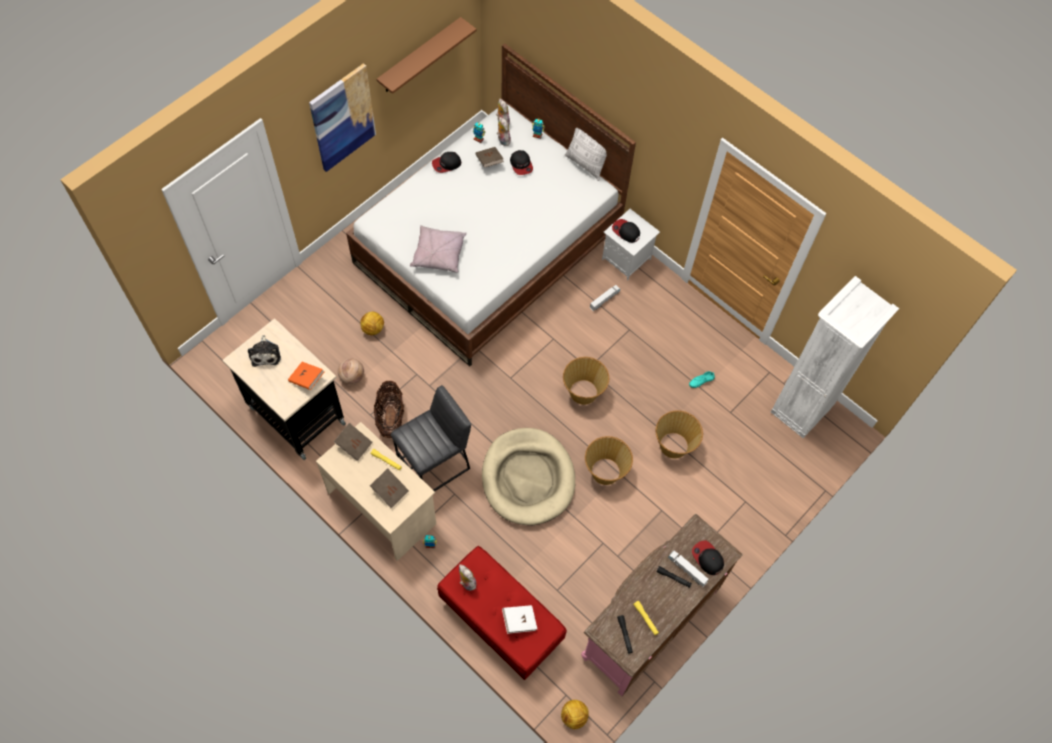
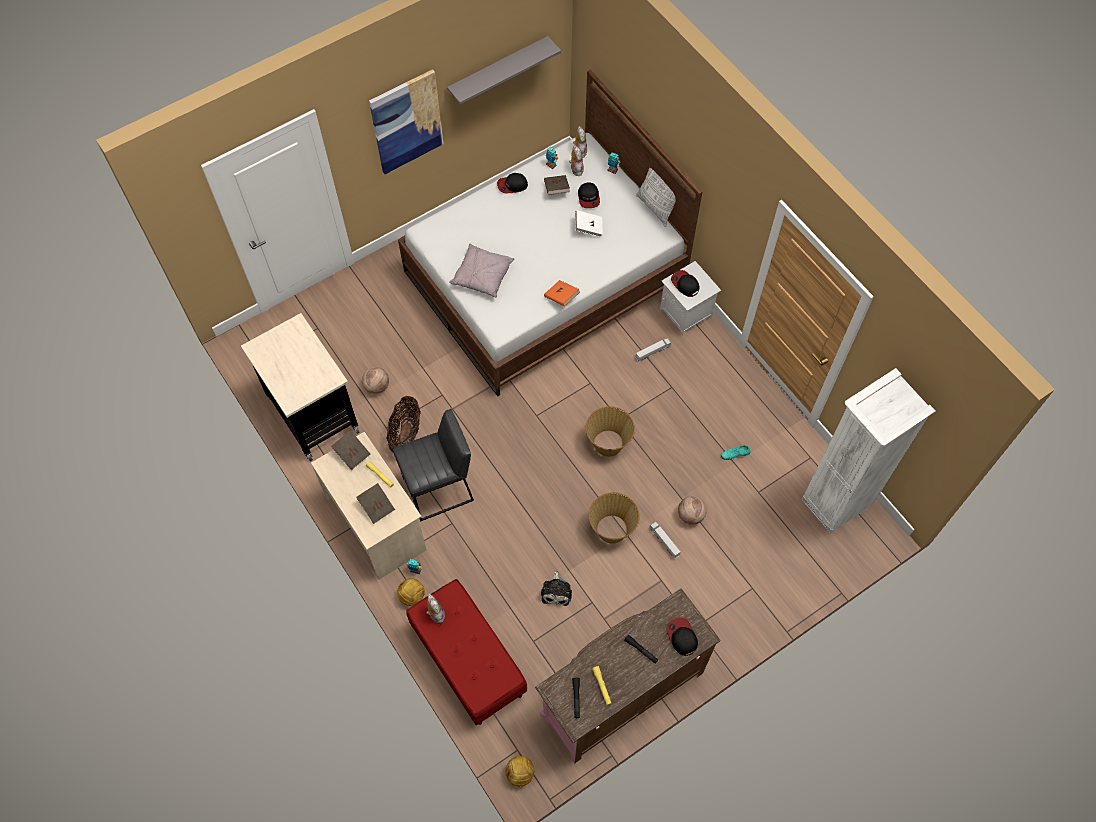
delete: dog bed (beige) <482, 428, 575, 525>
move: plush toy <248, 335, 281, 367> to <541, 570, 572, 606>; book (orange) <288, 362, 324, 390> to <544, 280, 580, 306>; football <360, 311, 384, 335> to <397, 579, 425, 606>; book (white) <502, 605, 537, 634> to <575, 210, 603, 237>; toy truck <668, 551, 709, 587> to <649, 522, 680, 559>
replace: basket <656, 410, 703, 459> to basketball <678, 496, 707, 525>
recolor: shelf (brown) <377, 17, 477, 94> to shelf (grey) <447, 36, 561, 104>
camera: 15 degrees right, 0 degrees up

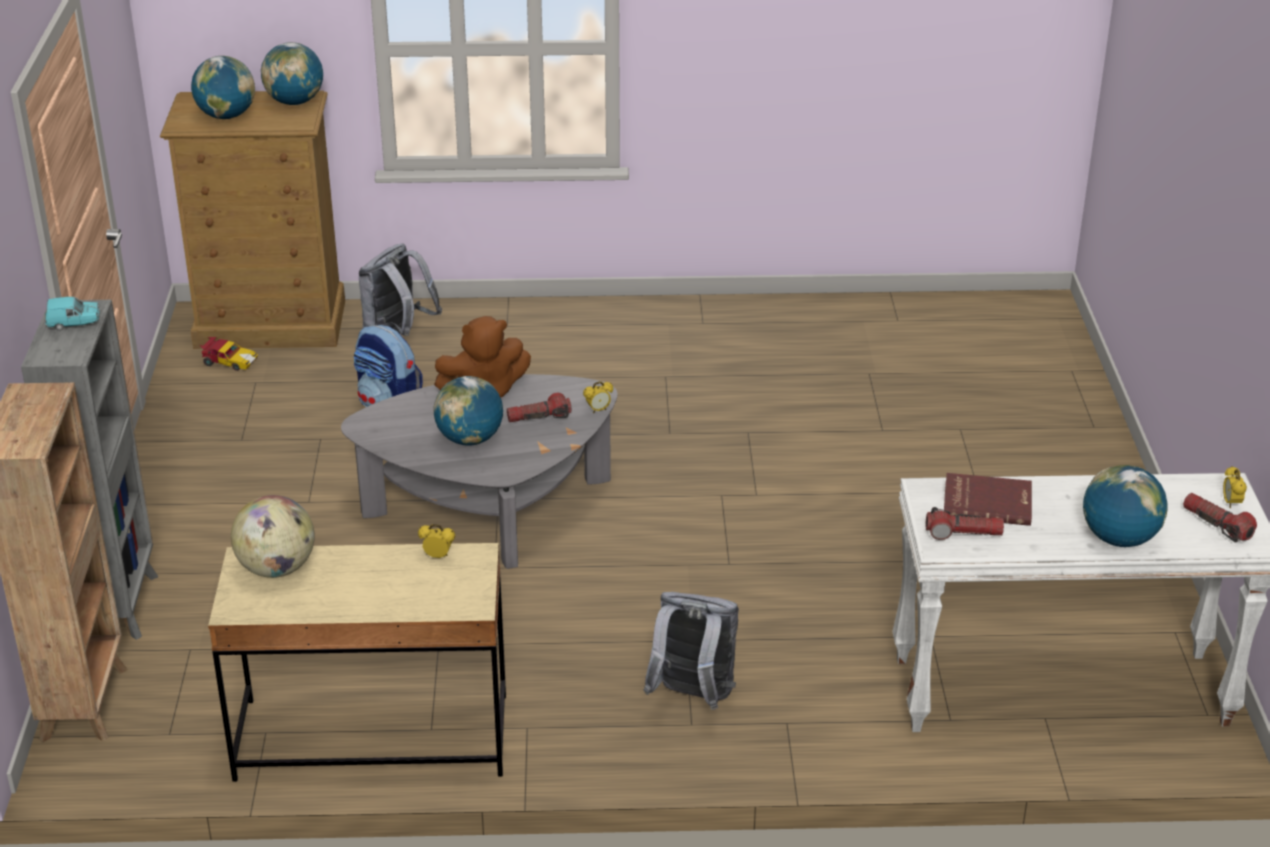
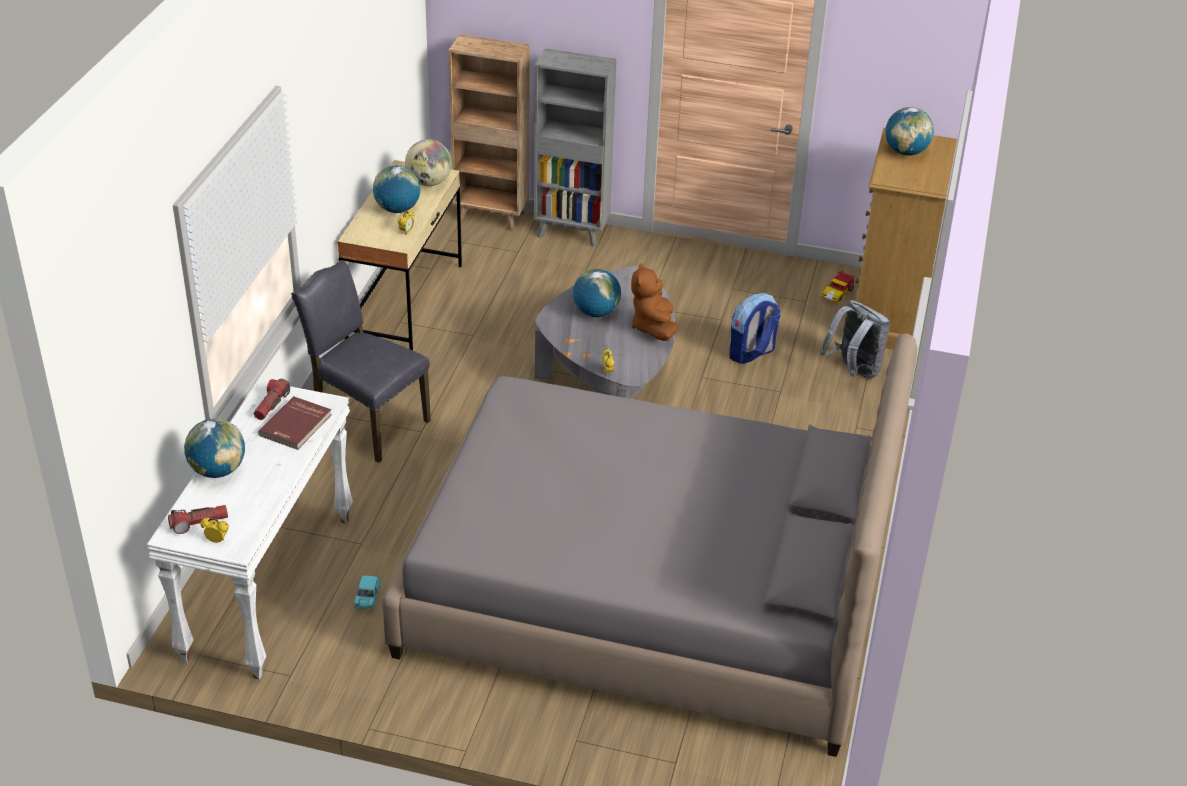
delete: flashlight <507, 393, 572, 422>
insert: bed (grey) <383, 333, 918, 757>
move: toy car (turquoise) <45, 297, 100, 331> to <354, 575, 381, 610>; globe <261, 42, 323, 105> to <373, 165, 421, 213>
replace: backpack (grey) <643, 592, 739, 710> to chair (grey) <291, 260, 431, 463>
camera: 105 degrees right, 5 degrees up

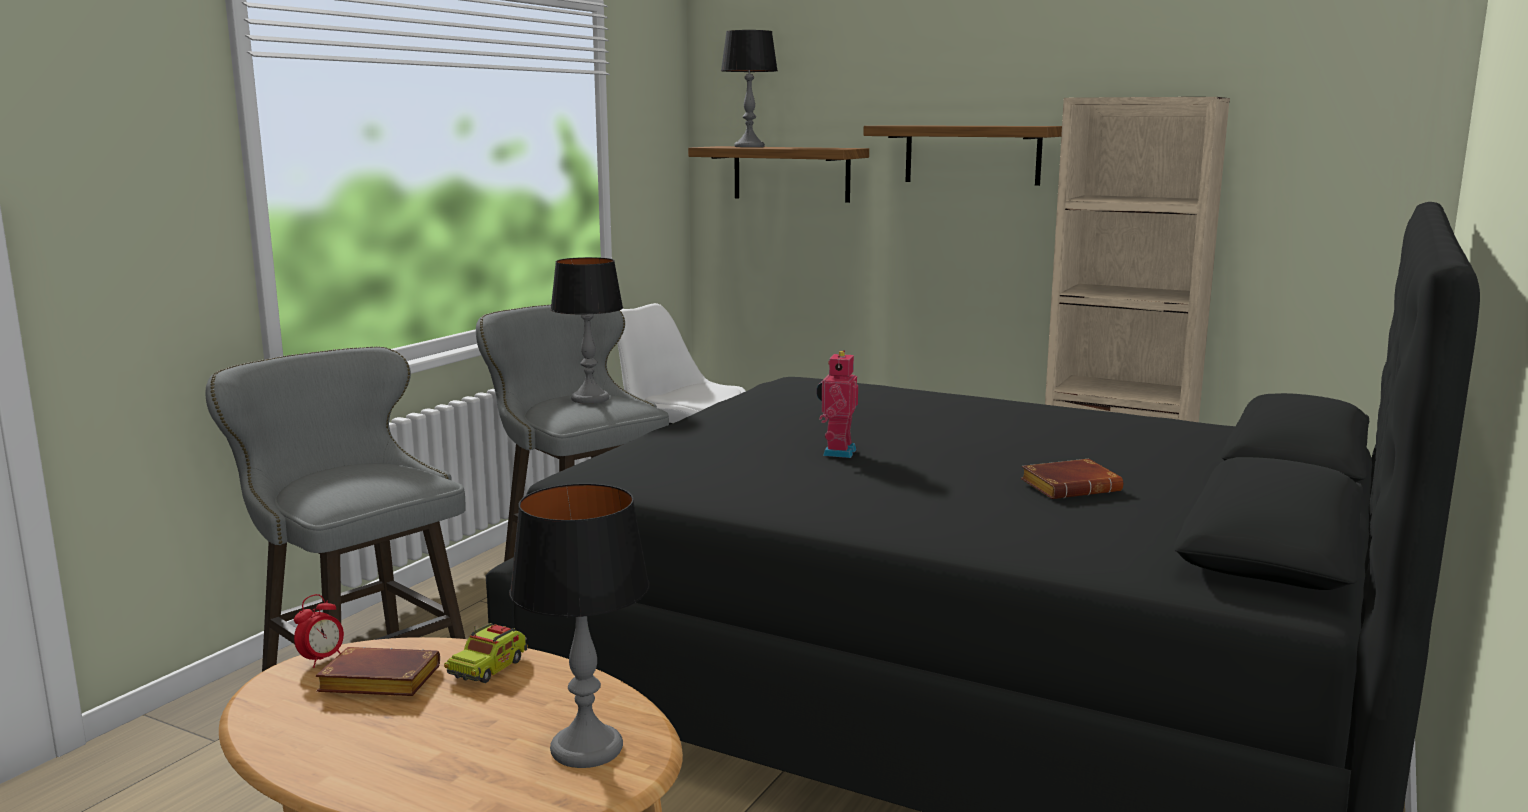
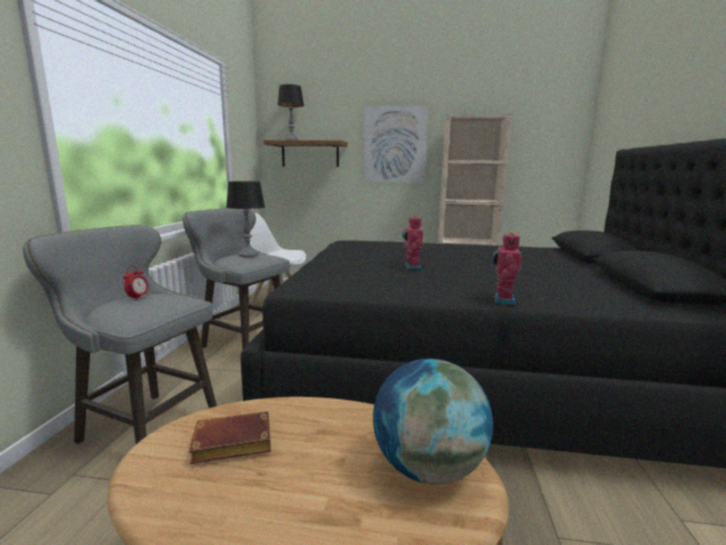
delete: toy truck <444, 623, 528, 683>; book (brown) <1021, 459, 1123, 499>
insert: toy robot <493, 231, 522, 305>
move: alarm clock <294, 594, 344, 668> to <123, 266, 148, 301>
replace: table lamp <509, 483, 650, 768> to globe <373, 359, 493, 485>; shelf <863, 125, 1062, 186> to picture <363, 106, 428, 182>
camera: 20 degrees left, 0 degrees up

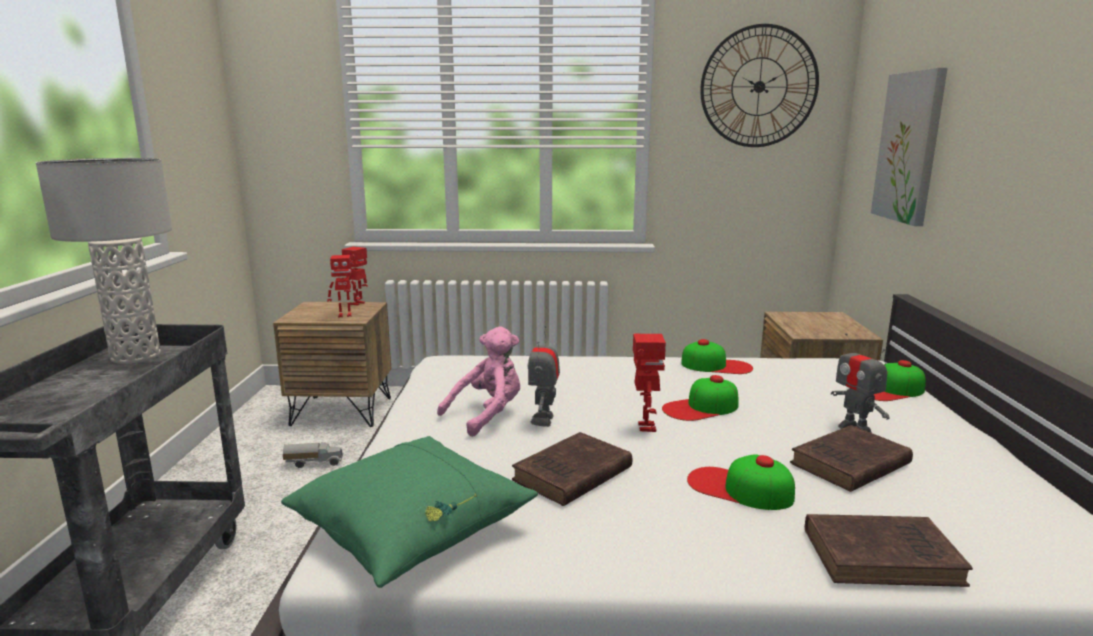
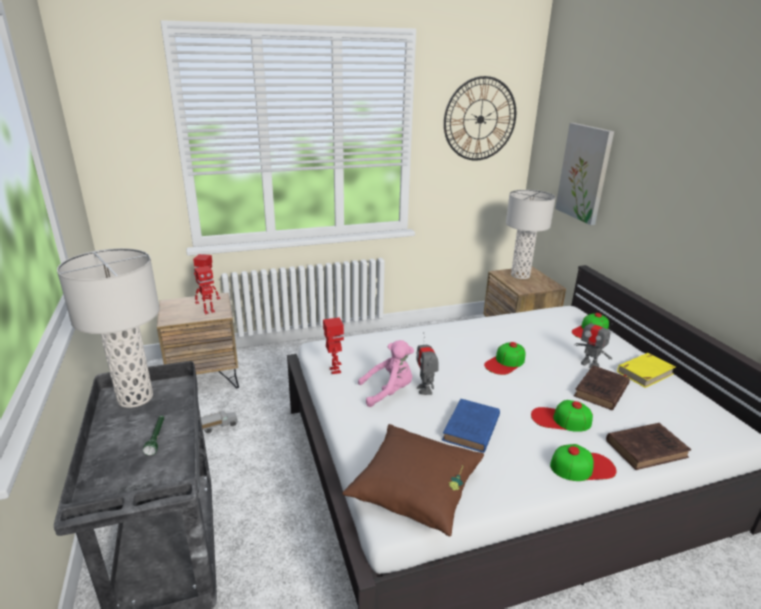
insert: flashlight (green) <143, 415, 164, 456>; table lamp (white) <506, 190, 556, 279>; book (yellow) <617, 353, 676, 388>
move: toy robot <633, 334, 666, 432> to <323, 317, 344, 374>; cap <681, 339, 753, 374> to <550, 444, 616, 481>
recolor: pillow (green) <281, 436, 538, 588> to pillow (brown) <342, 424, 484, 537>; book (brown) <512, 432, 632, 506> to book (blue) <442, 399, 500, 453>
rotate: plush toy (pink) <437, 327, 520, 437> = <358, 340, 414, 407> 45 degrees clockwise
camera: 20 degrees left, 10 degrees up

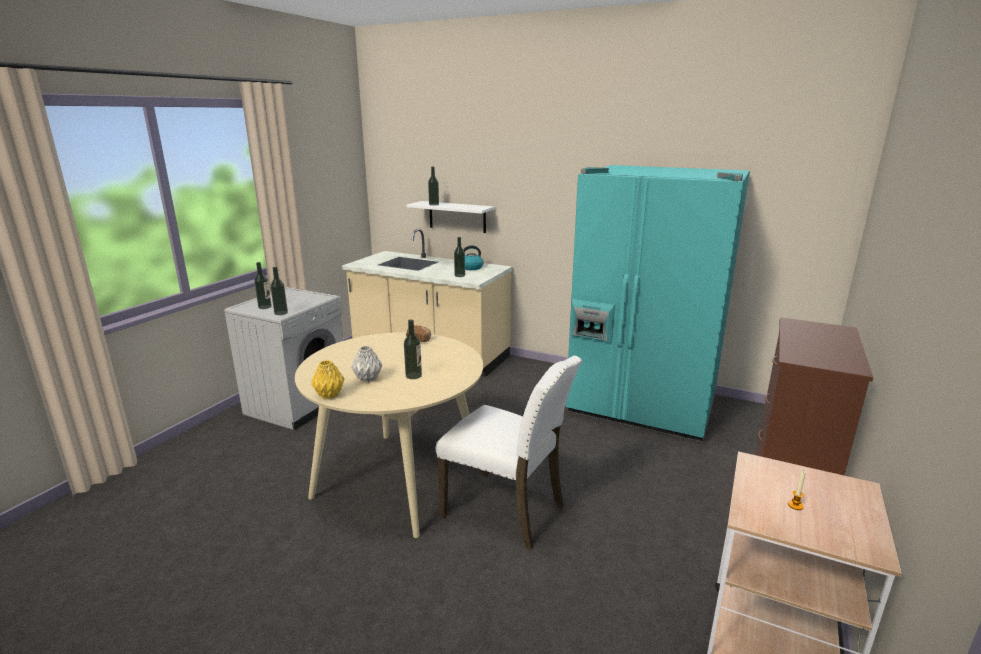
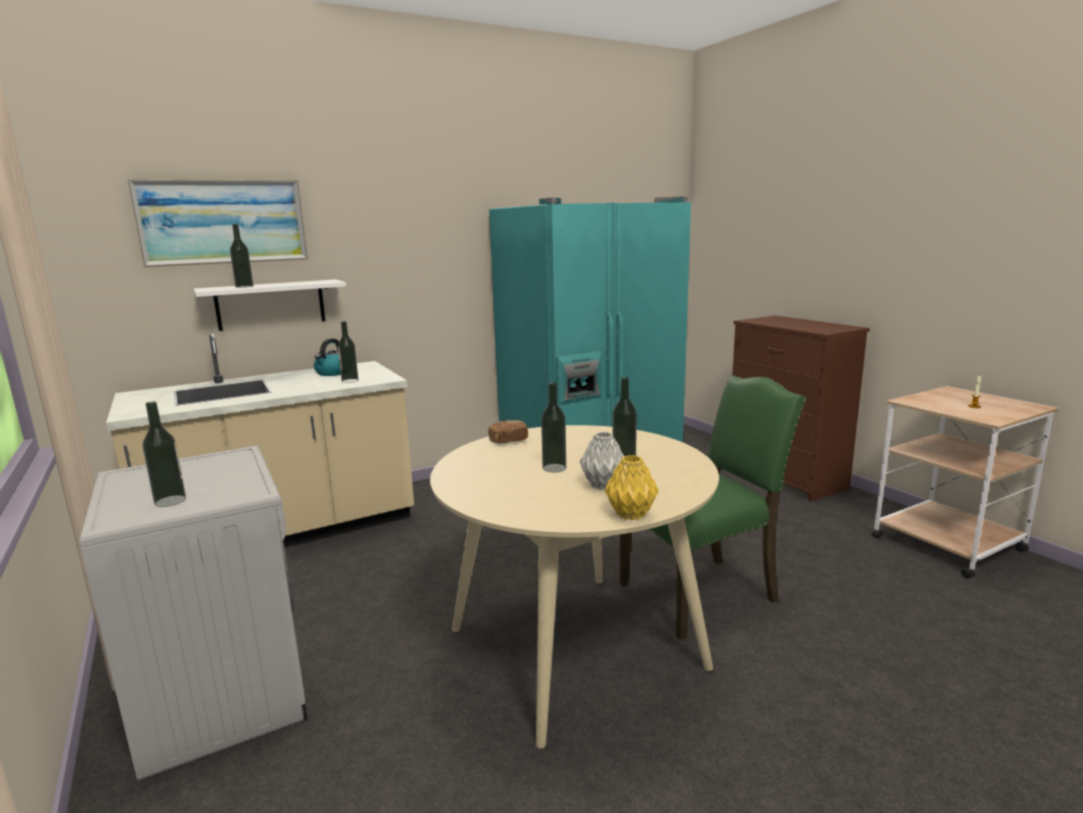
insert: picture <127, 179, 308, 267>
move: bottle <271, 267, 288, 315> to <541, 382, 566, 473>
recolor: chair (white) <436, 356, 582, 550> to chair (green) <619, 375, 807, 640>
camera: 55 degrees left, 5 degrees down

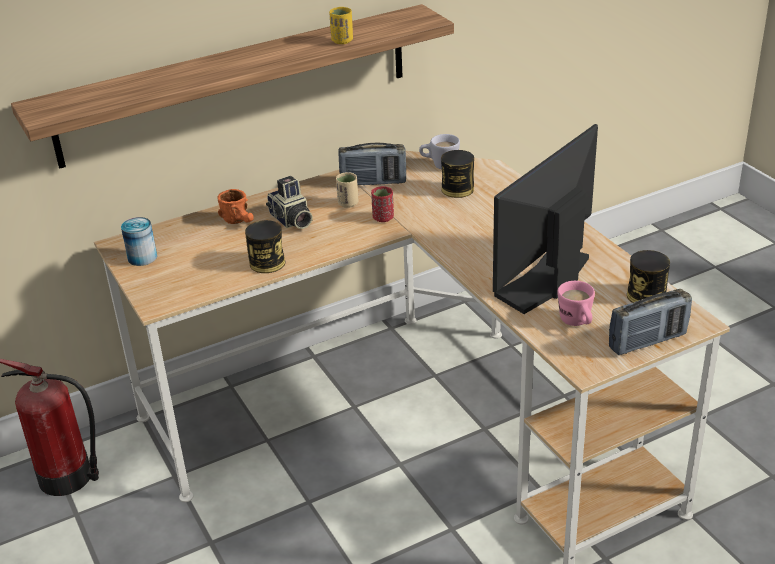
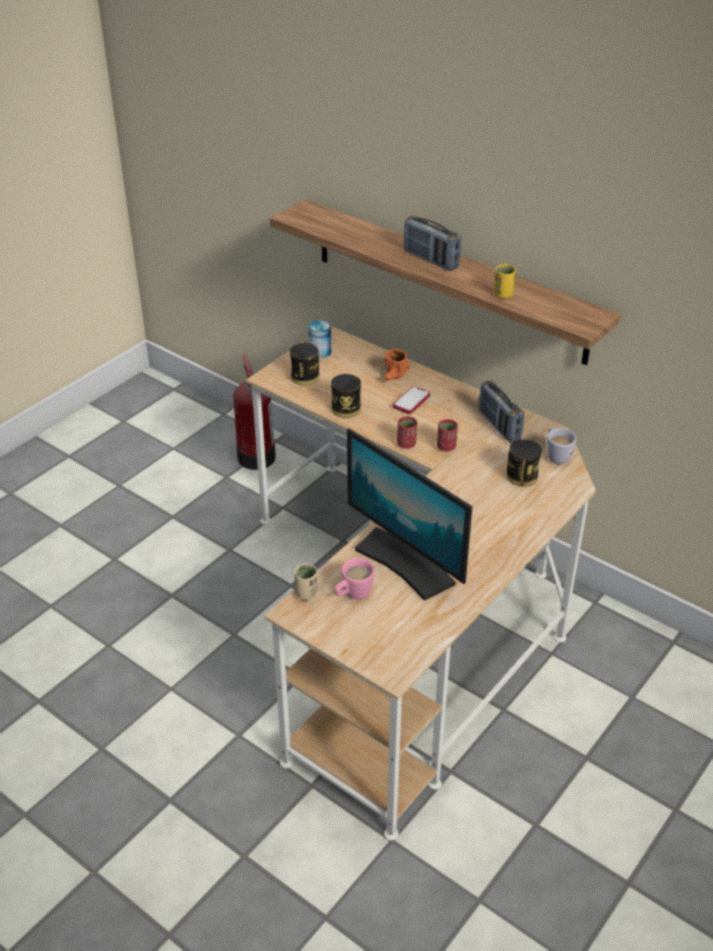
insert: cup (red) <397, 416, 417, 449>
move: cup (beige) <336, 172, 358, 208> to <294, 563, 318, 600>; radio <609, 289, 692, 355> to <404, 215, 461, 271>; can <627, 250, 670, 303> to <290, 343, 319, 385>
replace: photo camera <266, 176, 313, 229> to phone <393, 386, 430, 414>
rotate: monitor <493, 124, 598, 314> = <347, 428, 472, 601> 150 degrees counterclockwise
camera: 65 degrees right, 5 degrees up

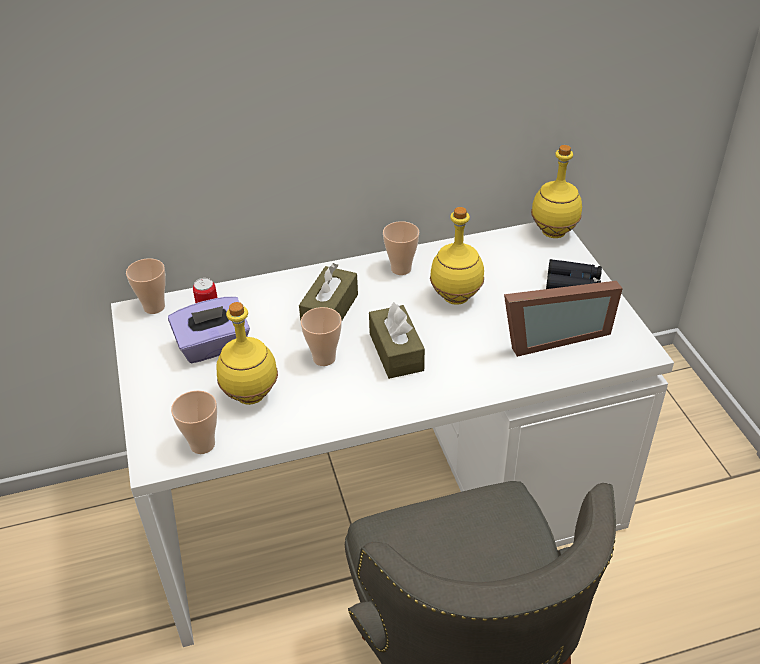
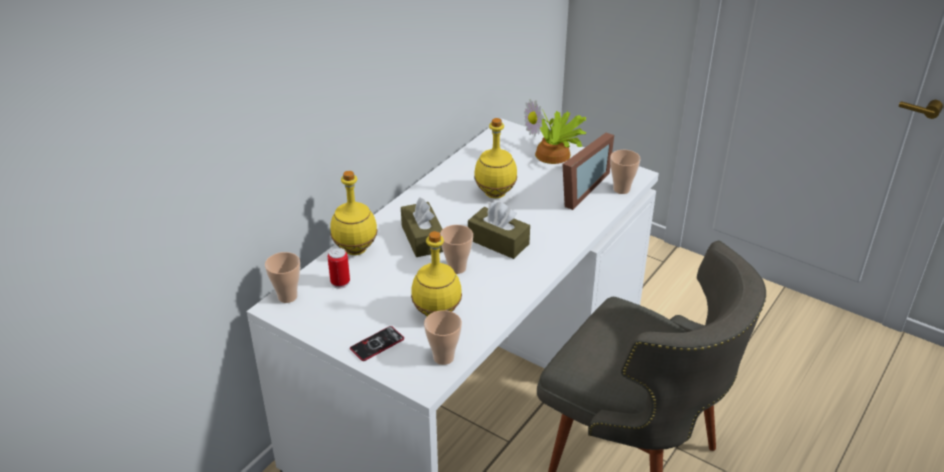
delete: tissue box (purple) <168, 297, 250, 363>
insert: phone <350, 326, 404, 361>
move: cup <383, 221, 419, 275> to <610, 150, 641, 194>; bottle (yellow) <531, 145, 582, 238> to <330, 171, 378, 255>
replace: binoculars (black) <546, 259, 602, 289> to potted plant <524, 100, 587, 164>
camera: 40 degrees left, 5 degrees down

